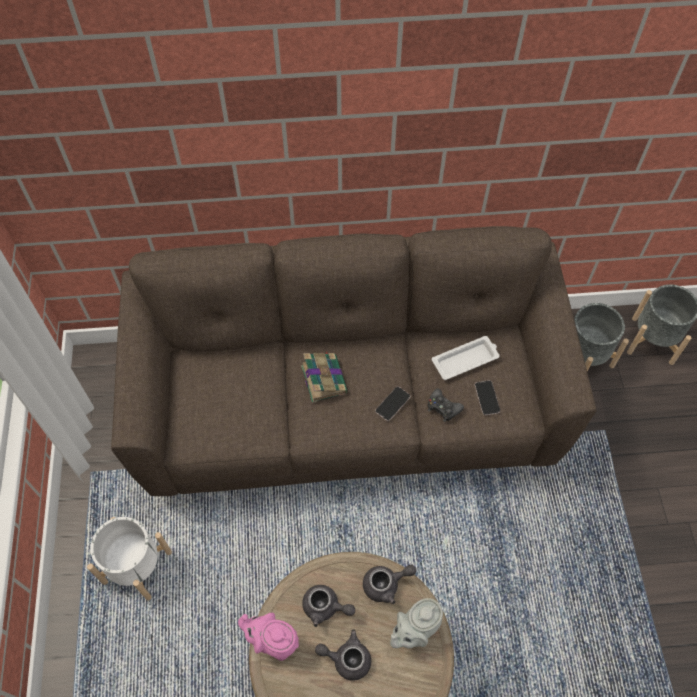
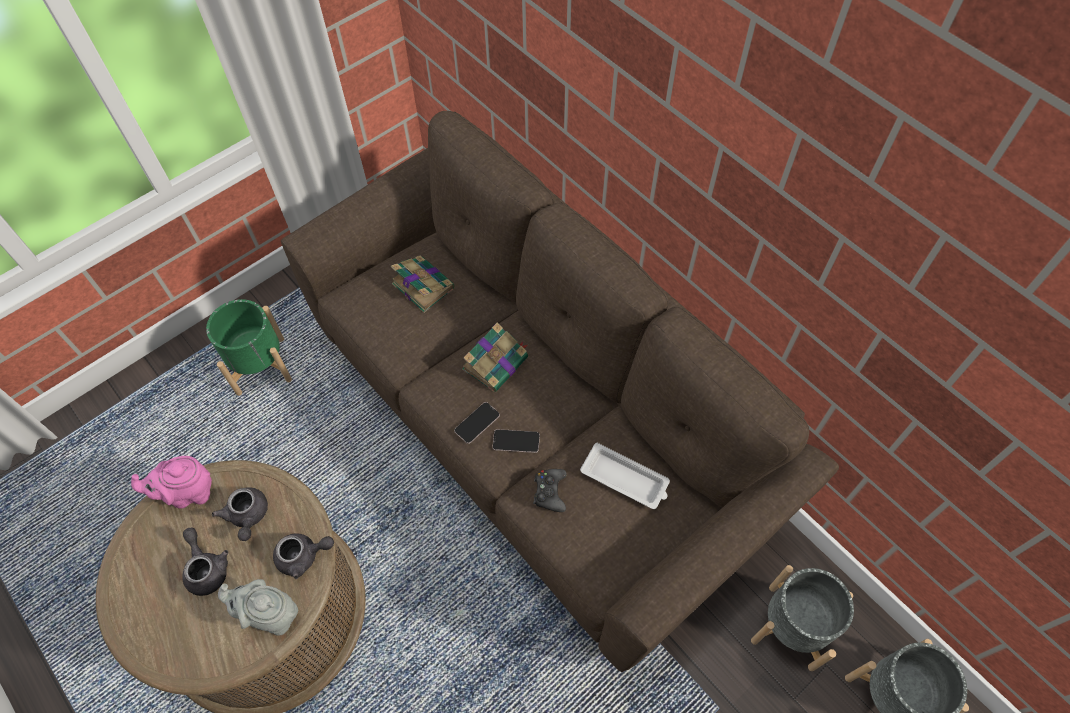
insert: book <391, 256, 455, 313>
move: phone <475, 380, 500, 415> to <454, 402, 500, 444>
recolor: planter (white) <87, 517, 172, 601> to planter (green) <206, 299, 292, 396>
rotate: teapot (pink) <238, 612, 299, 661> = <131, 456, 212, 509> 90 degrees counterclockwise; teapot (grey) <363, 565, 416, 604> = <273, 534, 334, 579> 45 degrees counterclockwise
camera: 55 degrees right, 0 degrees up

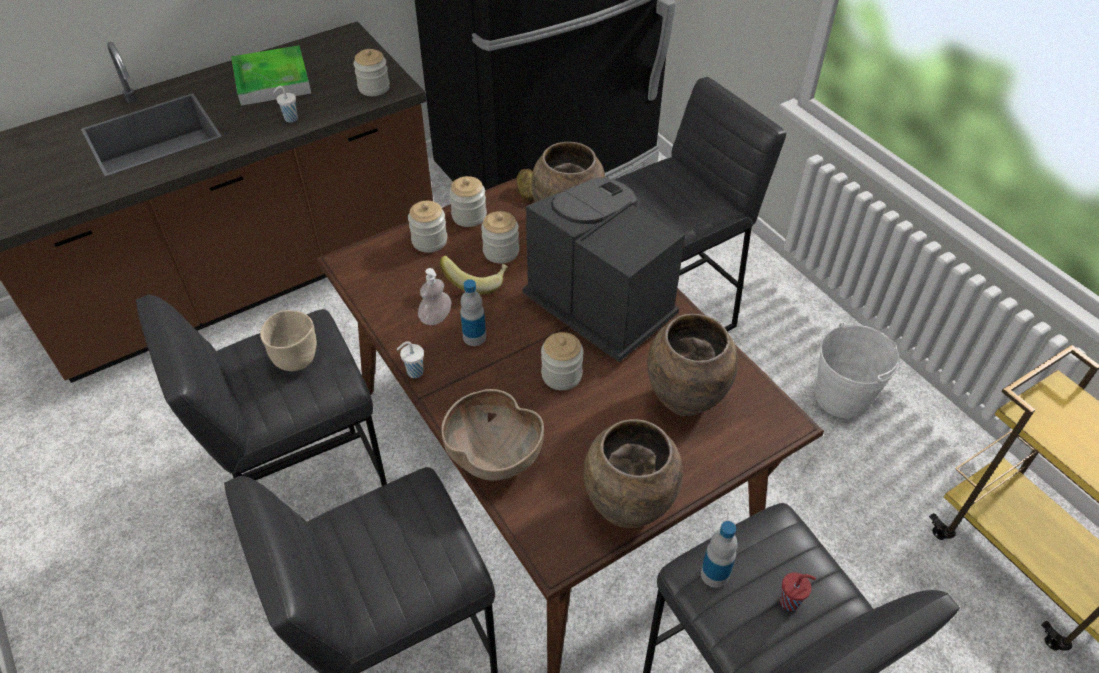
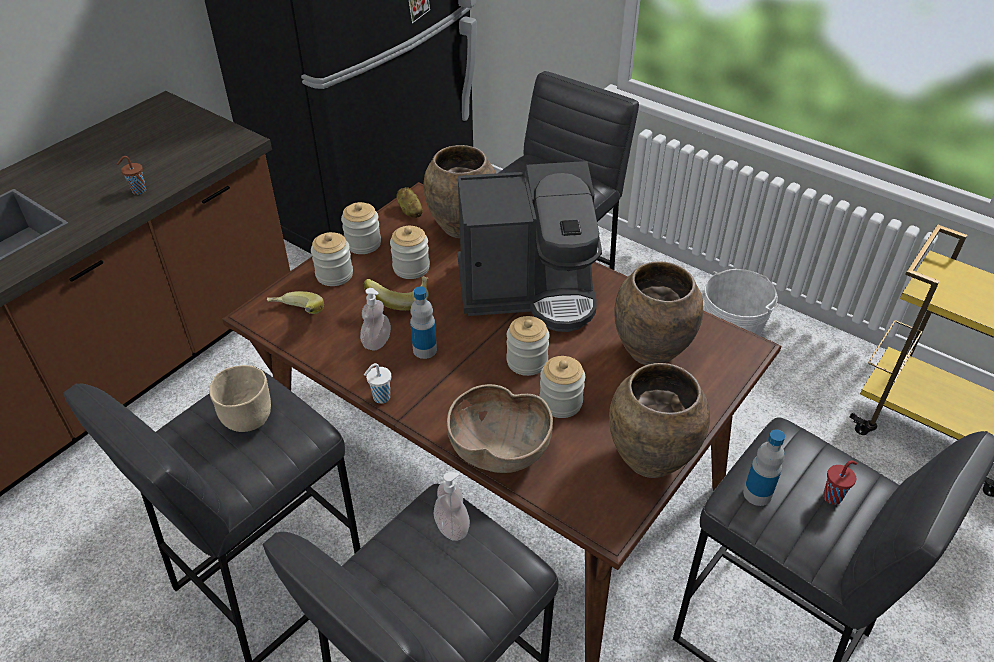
delete: tray <231, 45, 311, 106>
insert: banana <267, 291, 324, 314>; soap dispenser <433, 472, 470, 541>
move: jar <354, 49, 390, 96> to <539, 356, 585, 418>
recolor: cup (white) <273, 86, 298, 123> to cup (brown) <117, 156, 146, 195>
rotate: coffee machine <523, 177, 686, 362> = <457, 161, 602, 332> 150 degrees clockwise
camera: 20 degrees left, 5 degrees down

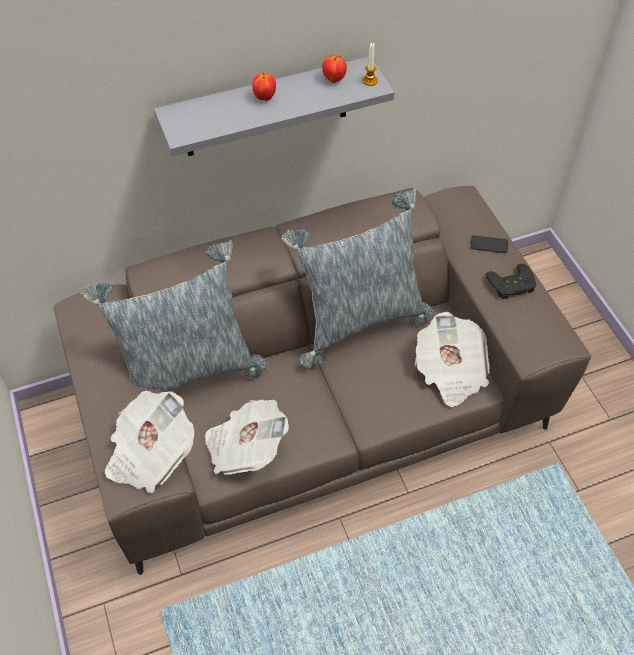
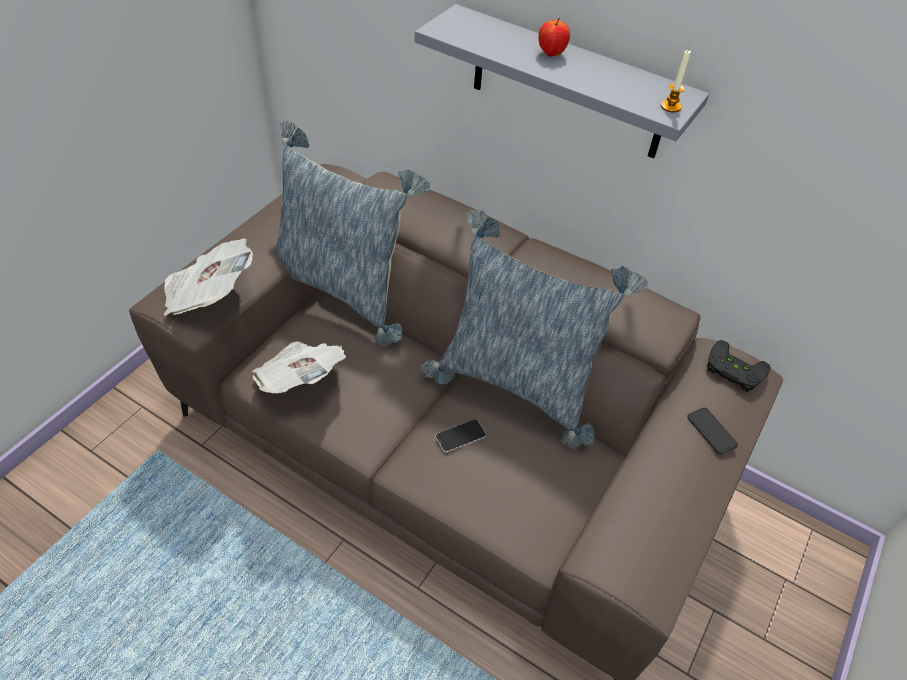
delete: apple <322, 55, 347, 83>; newspaper <415, 312, 490, 407>
insert: phone <435, 419, 486, 452>
move: game controller (black) <485, 264, 536, 299> to <707, 340, 771, 392>
camera: 50 degrees right, 5 degrees down

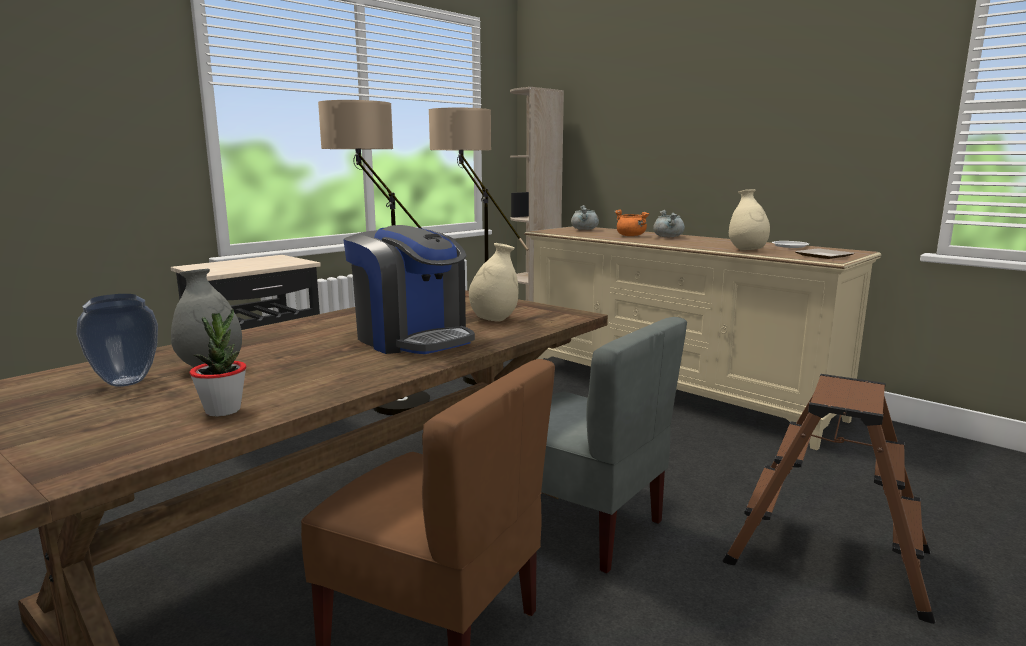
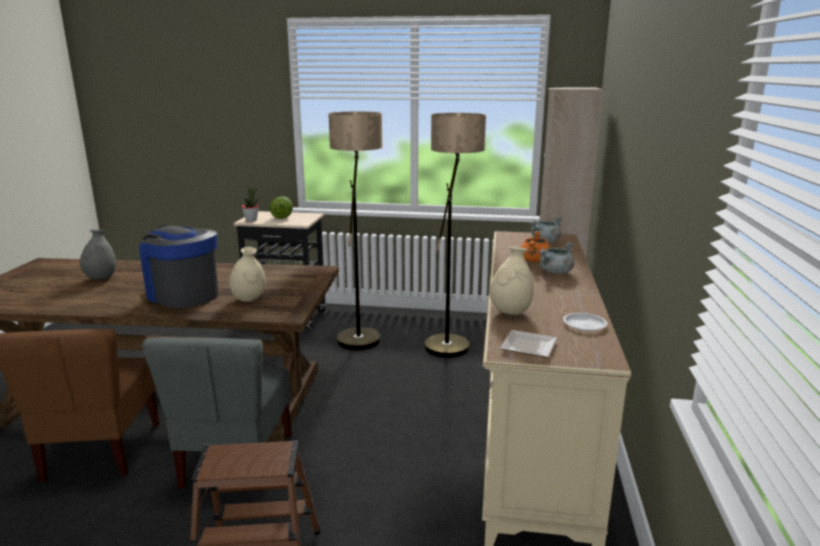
delete: vase <76, 294, 158, 387>
insert: lettuce <270, 196, 293, 219>
move: potted plant <189, 309, 246, 416> to <241, 187, 259, 222>
rotate: coffee machine <343, 225, 475, 354> = <139, 225, 219, 309> 120 degrees clockwise
camera: 55 degrees right, 5 degrees up

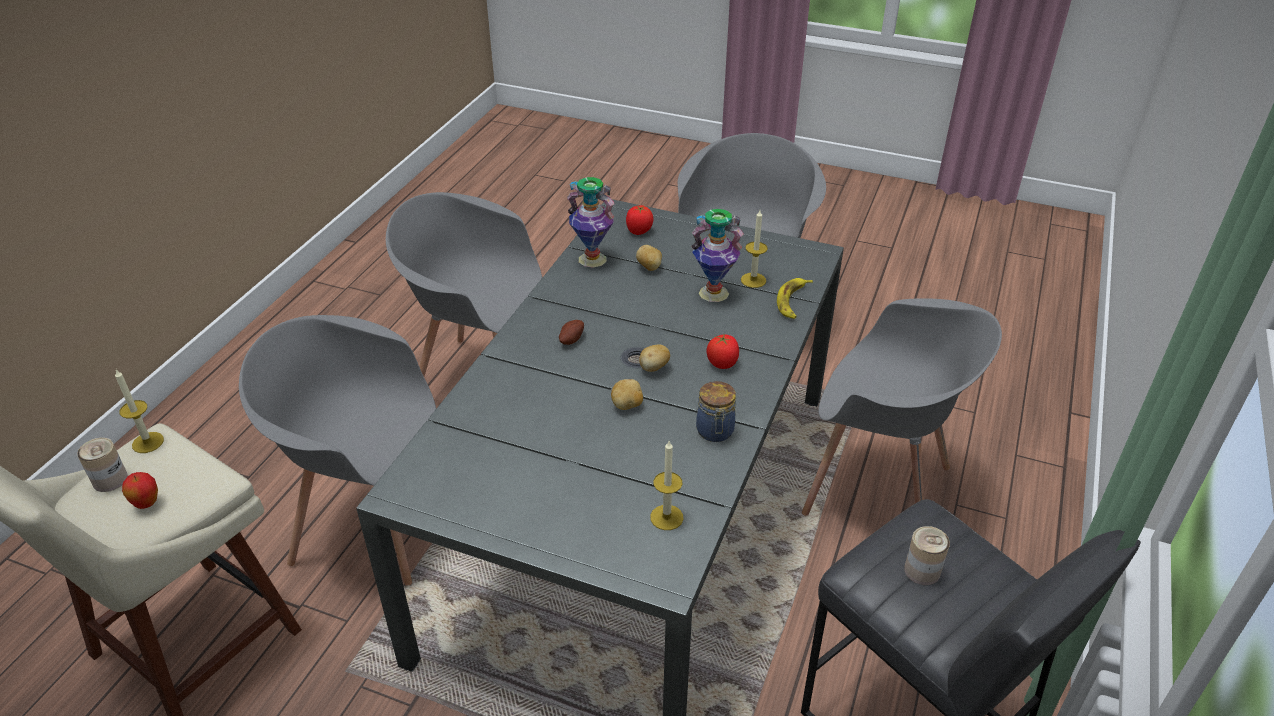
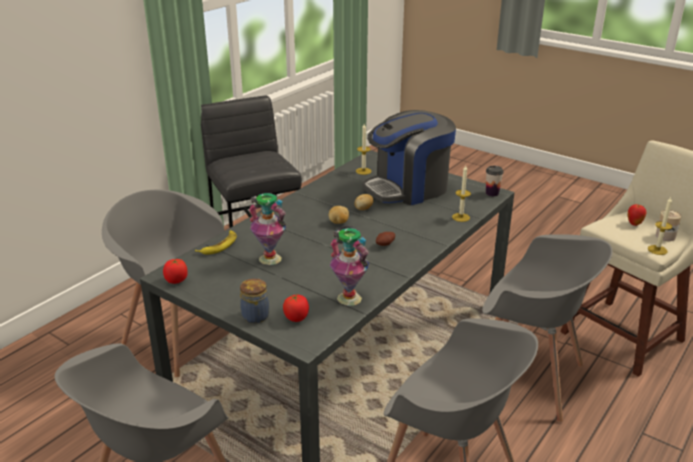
delete: potato <636, 245, 662, 271>; can <904, 526, 950, 585>
insert: coffee machine <362, 110, 456, 205>; cup <486, 166, 504, 196>
move: jar <696, 381, 736, 442> to <240, 278, 269, 323>; tomato <707, 333, 739, 369> to <163, 259, 188, 284>; candle <741, 210, 768, 288> to <452, 165, 471, 222>
camera: 165 degrees left, 10 degrees down

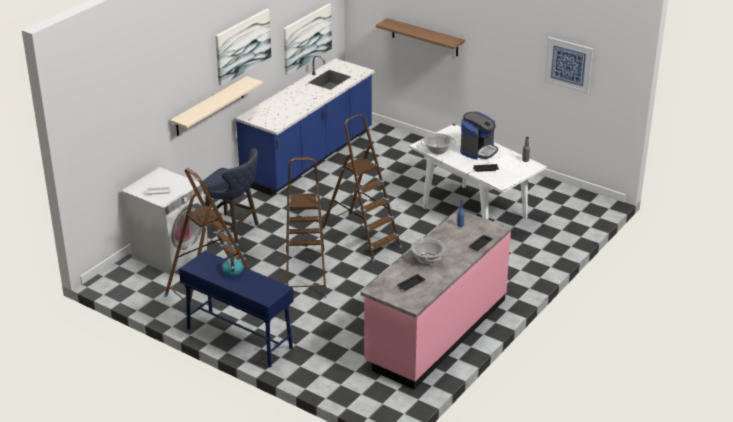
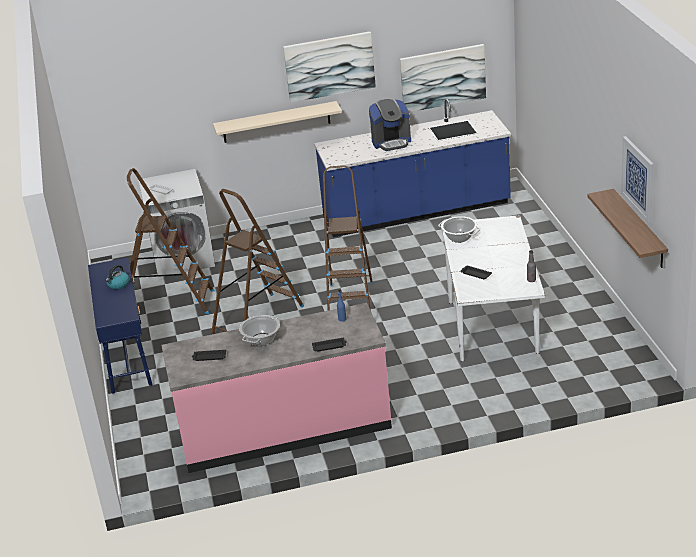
delete: stool (blue) <203, 148, 259, 243>
move: shelf <376, 18, 465, 56> to <587, 189, 668, 268>; coffee machine <460, 112, 498, 160> to <369, 98, 411, 151>
camera: 45 degrees right, 0 degrees up

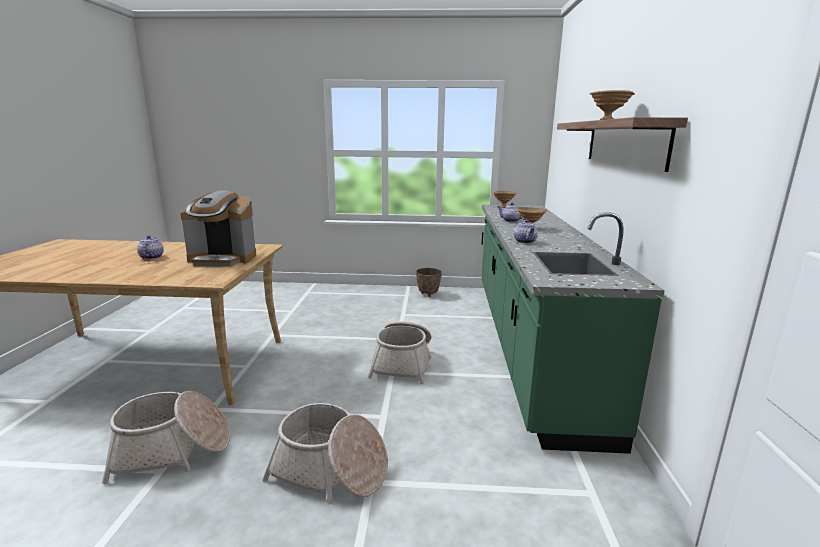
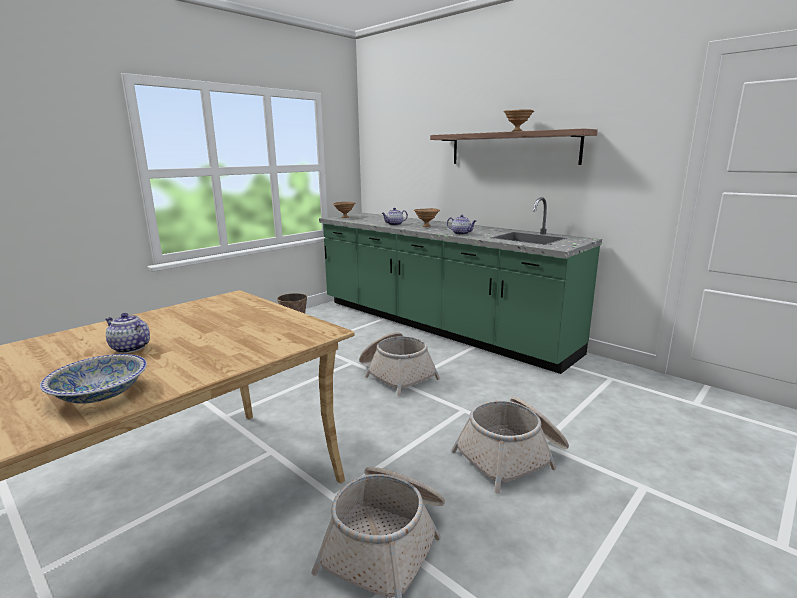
delete: coffee machine <180, 190, 256, 266>
insert: bowl <40, 354, 147, 404>
camera: 50 degrees left, 0 degrees up

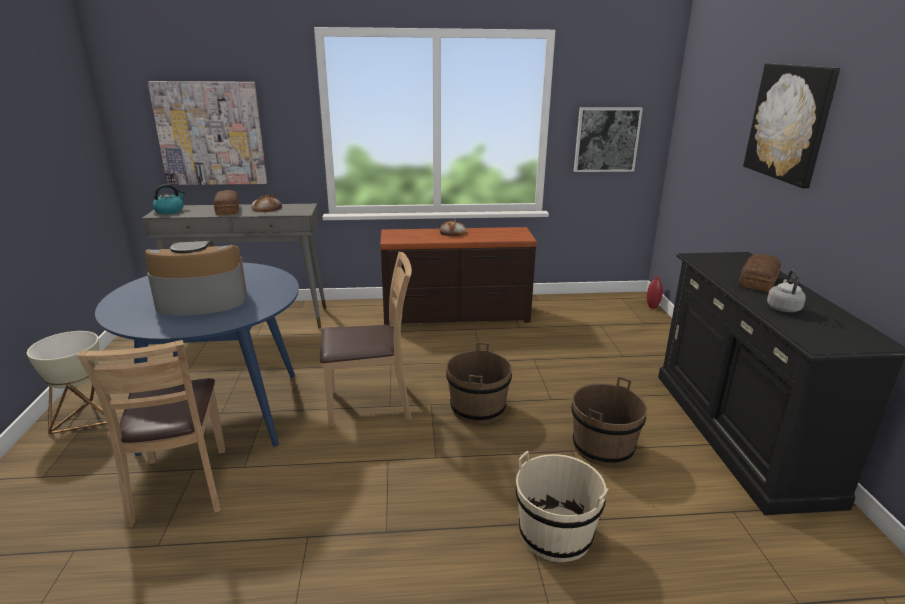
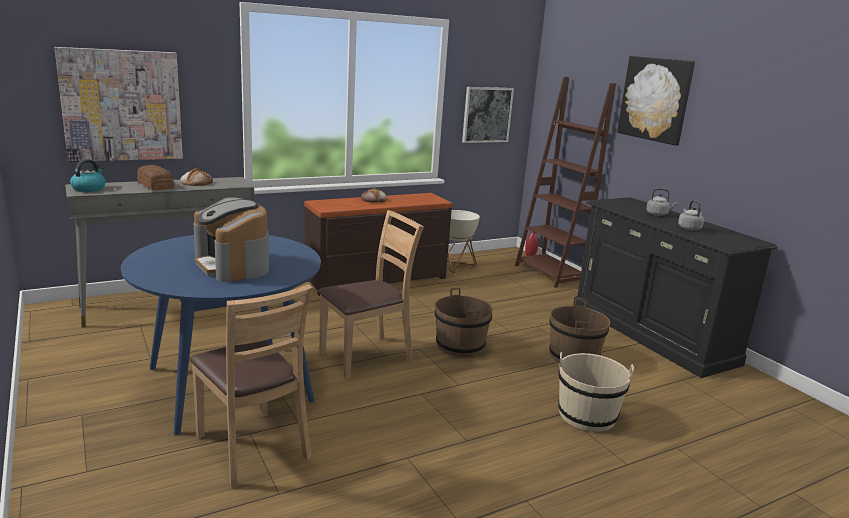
insert: bookcase (brown) <515, 77, 616, 288>
move: planter <27, 331, 107, 434> to <447, 210, 480, 273>
replace: bread <739, 254, 781, 292> to kettle (grey) <646, 188, 678, 216>
rotate: coffee machine <145, 241, 247, 316> = <193, 197, 269, 282> 90 degrees counterclockwise
camera: 25 degrees left, 5 degrees down

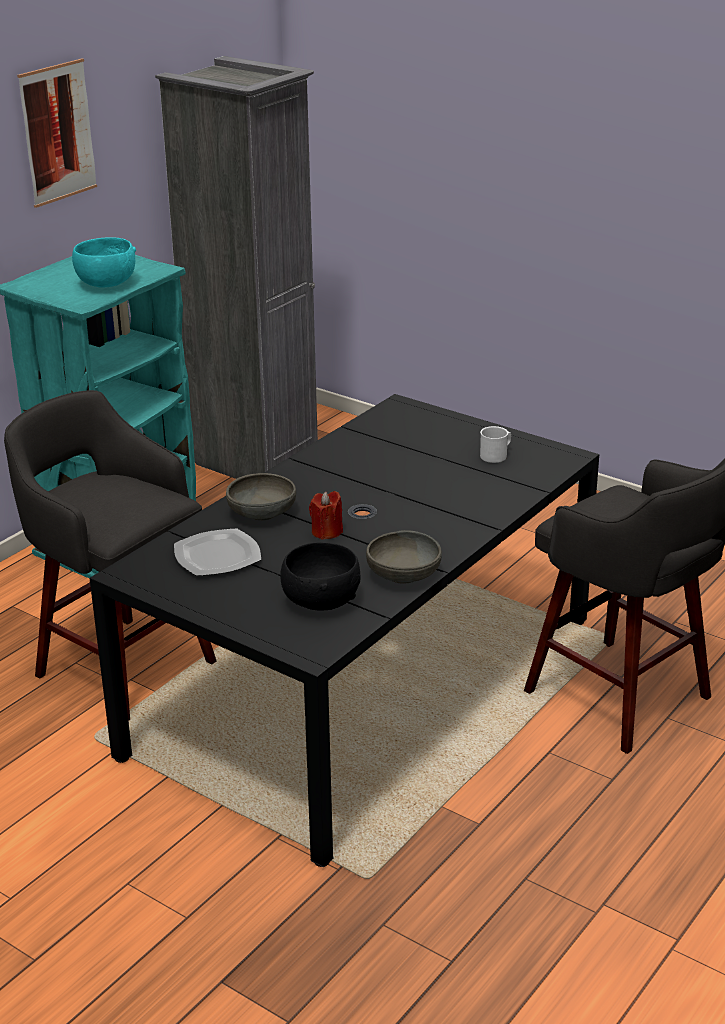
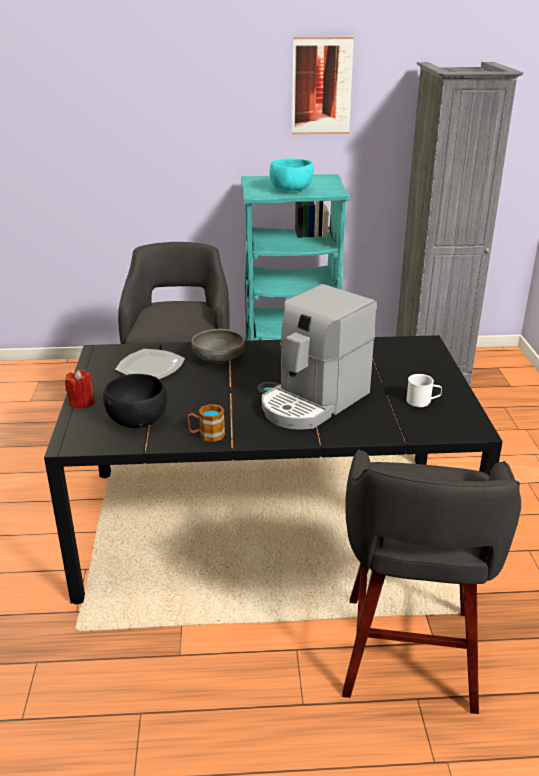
insert: coffee machine <262, 284, 377, 430>
move: candle (red) <309, 491, 343, 540> to <65, 370, 95, 409>
replace: bowl (grey) <366, 530, 442, 584> to mug <187, 404, 225, 442>
camera: 50 degrees right, 0 degrees up

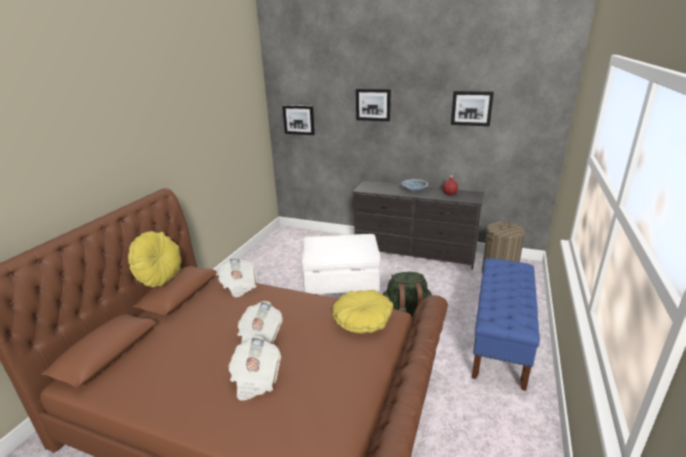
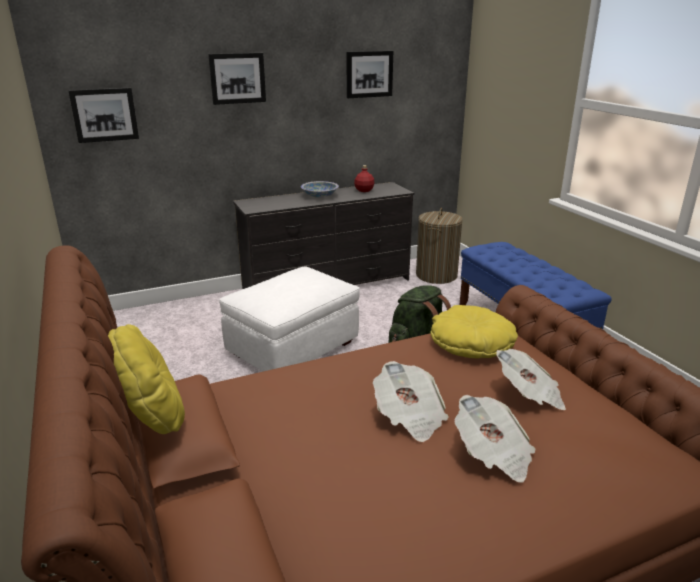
move: newspaper <218, 257, 257, 297> to <496, 349, 566, 410>
camera: 45 degrees left, 0 degrees up

